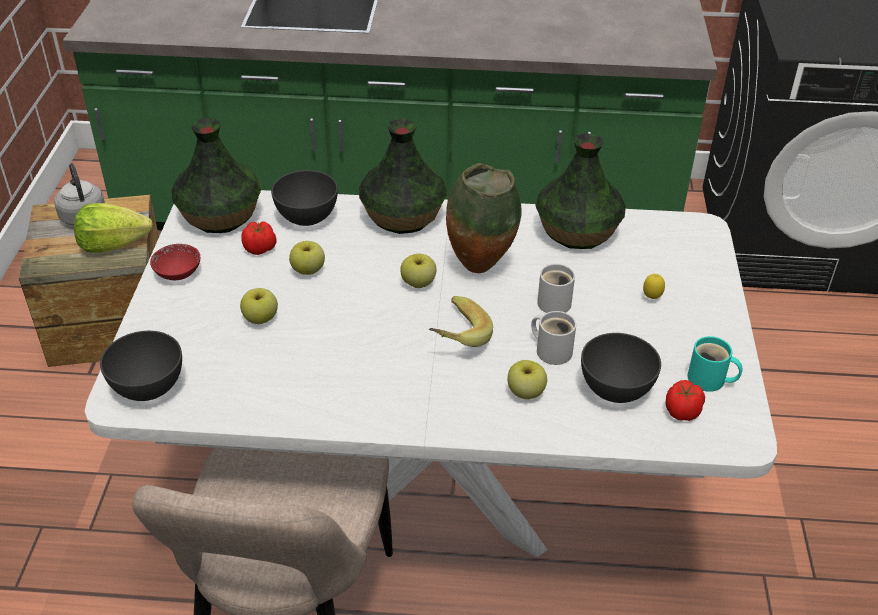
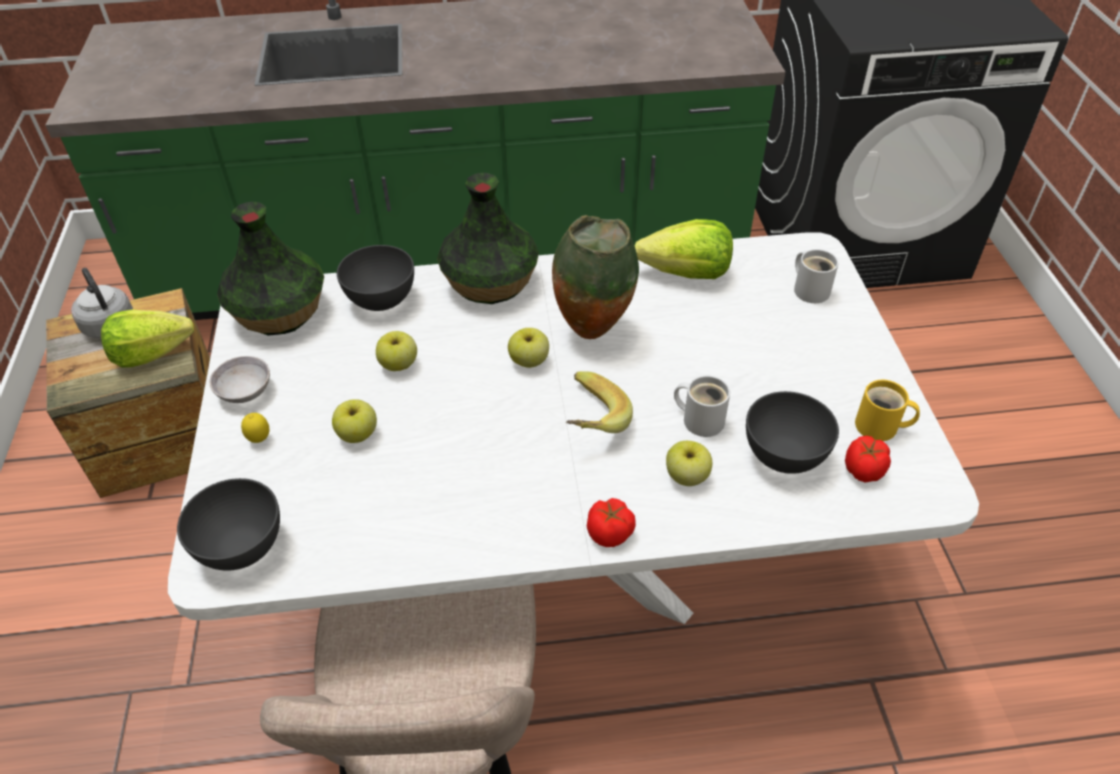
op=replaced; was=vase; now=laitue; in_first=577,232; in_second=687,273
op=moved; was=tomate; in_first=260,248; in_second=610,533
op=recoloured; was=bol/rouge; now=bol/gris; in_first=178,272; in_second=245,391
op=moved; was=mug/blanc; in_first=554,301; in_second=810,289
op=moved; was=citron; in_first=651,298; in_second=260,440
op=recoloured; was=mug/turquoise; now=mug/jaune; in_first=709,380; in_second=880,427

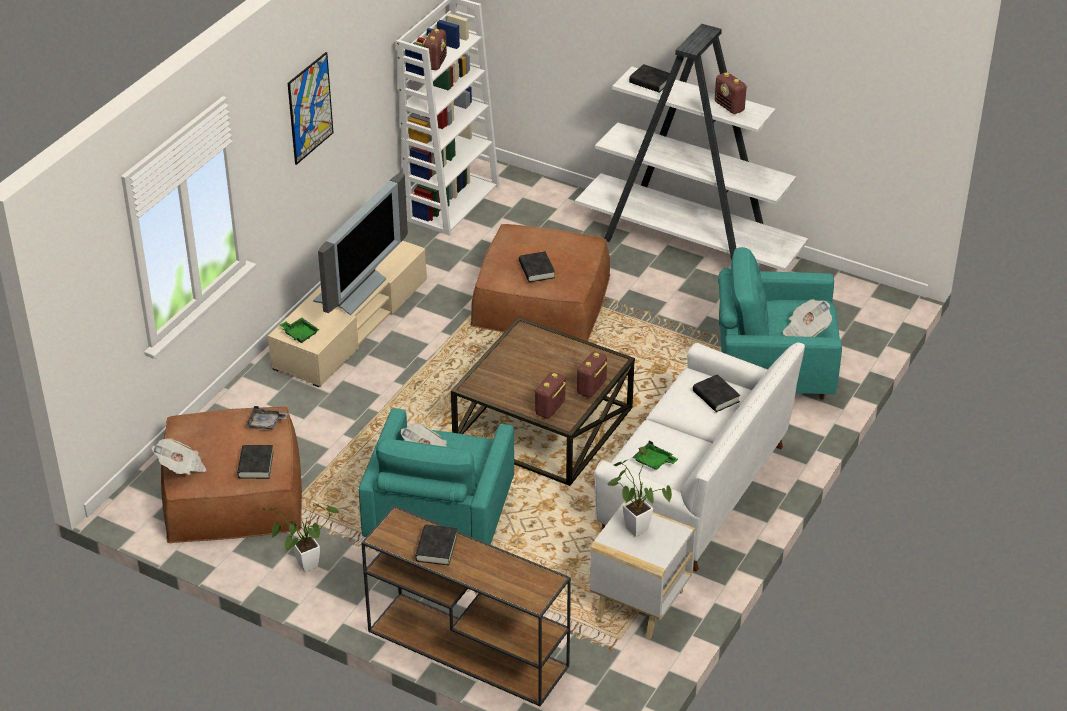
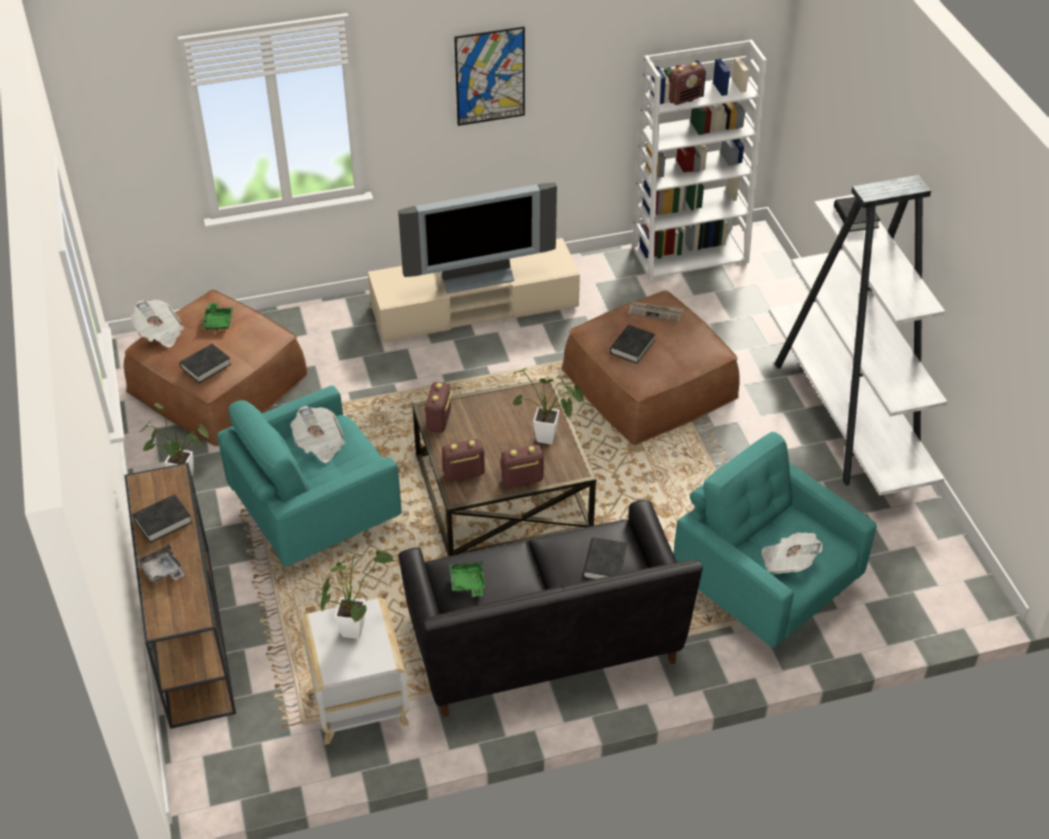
op=moved; was=radio; in_first=729,107; in_second=439,421
op=moved; was=plateau/vert; in_first=300,334; in_second=218,321
op=recoloured; was=canapé/blanc; now=canapé/noir; in_first=695,490; in_second=544,643
op=moved; was=plateau/gris; in_first=266,423; in_second=163,570
op=added; now=journal; in_second=655,313
op=added; now=plante en pot; in_second=551,439

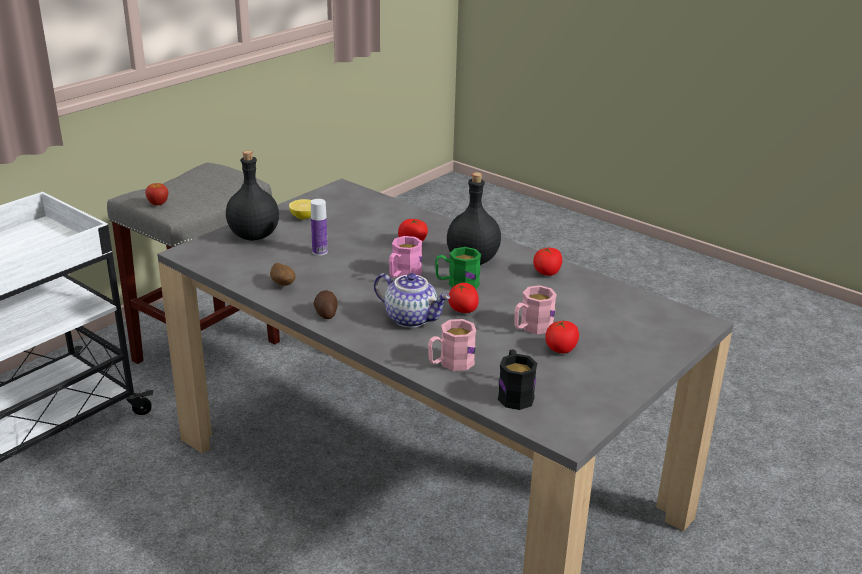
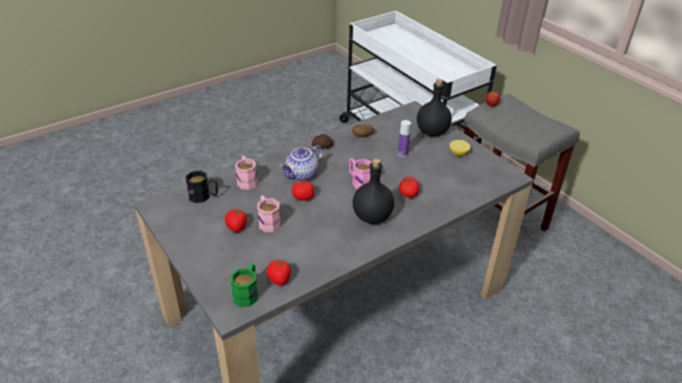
op=moved; was=mug/vert; in_first=457,284; in_second=247,293
op=moved; was=tomate; in_first=547,273; in_second=279,279

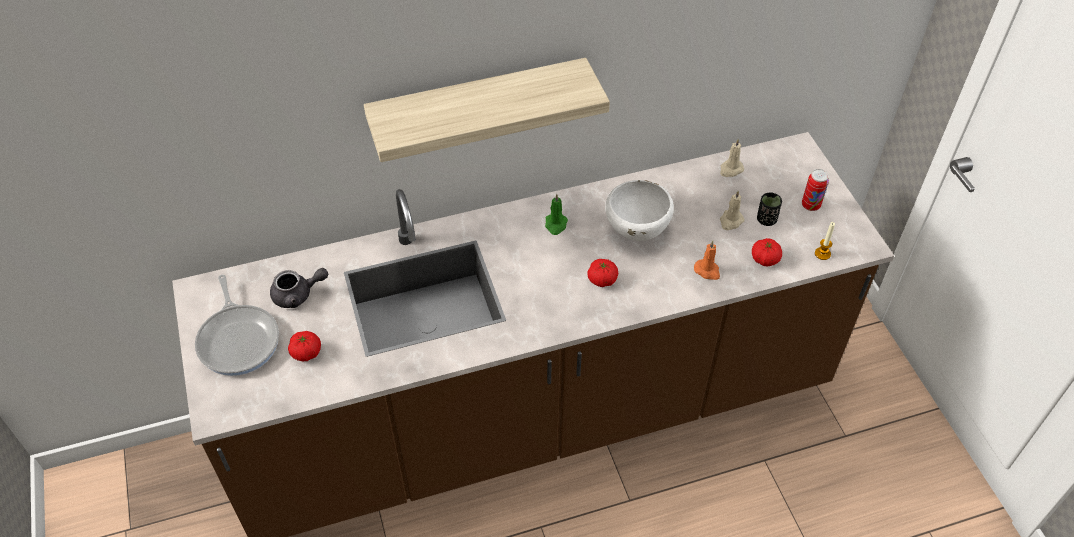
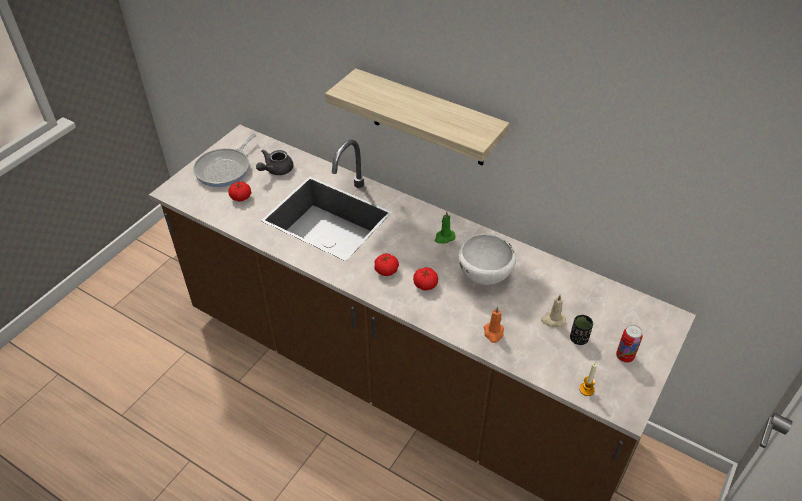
op=removed; was=bougie/beige; in_first=730,169
op=moved; was=tomate; in_first=765,259; in_second=386,270
op=turned; was=théière/gris; in_first=298,295; in_second=276,170; clockwise=90

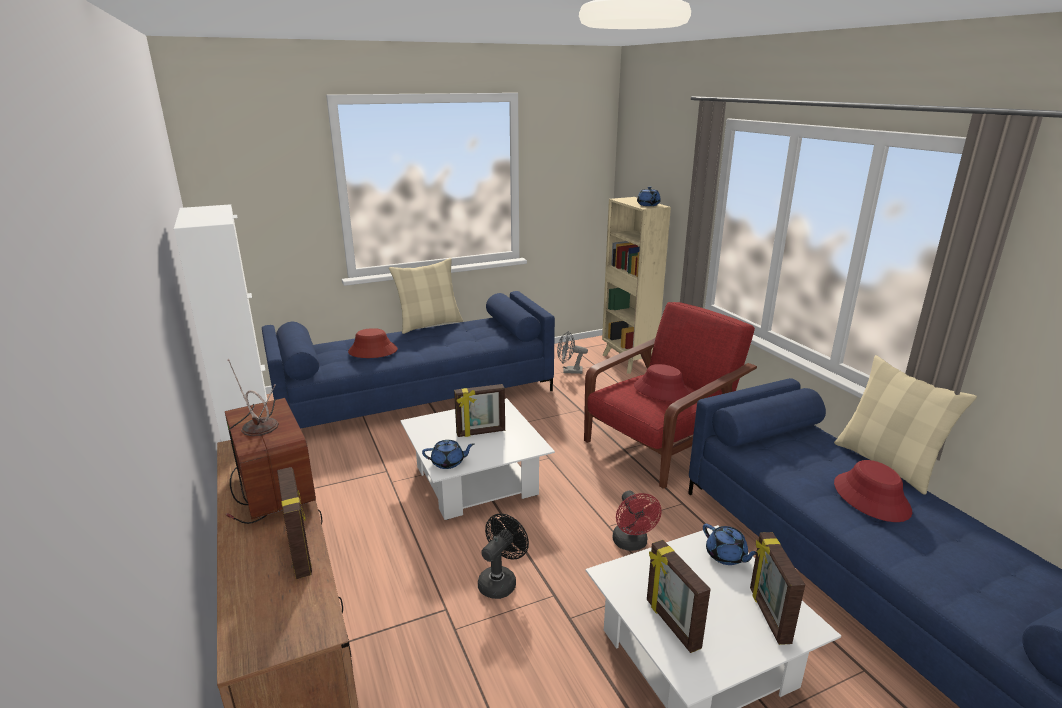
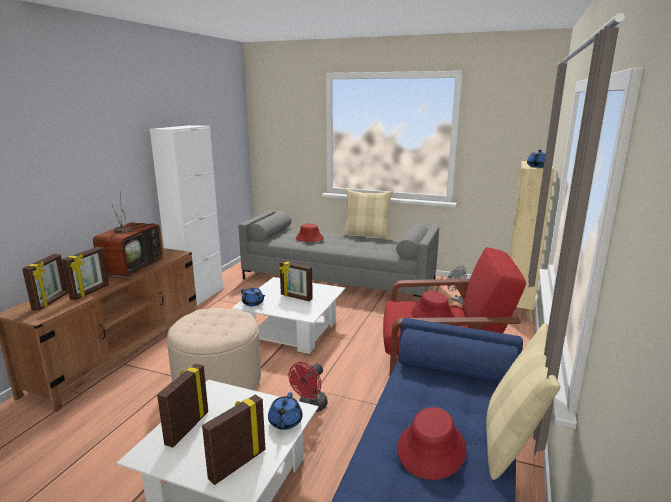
op=recoloured; was=canapé/bleu; now=canapé/gris; in_first=418,397; in_second=339,280
op=replaced; was=ventilateur/noir; now=pouf/beige; in_first=500,581; in_second=218,381
op=added; now=cadre photo; in_second=51,302

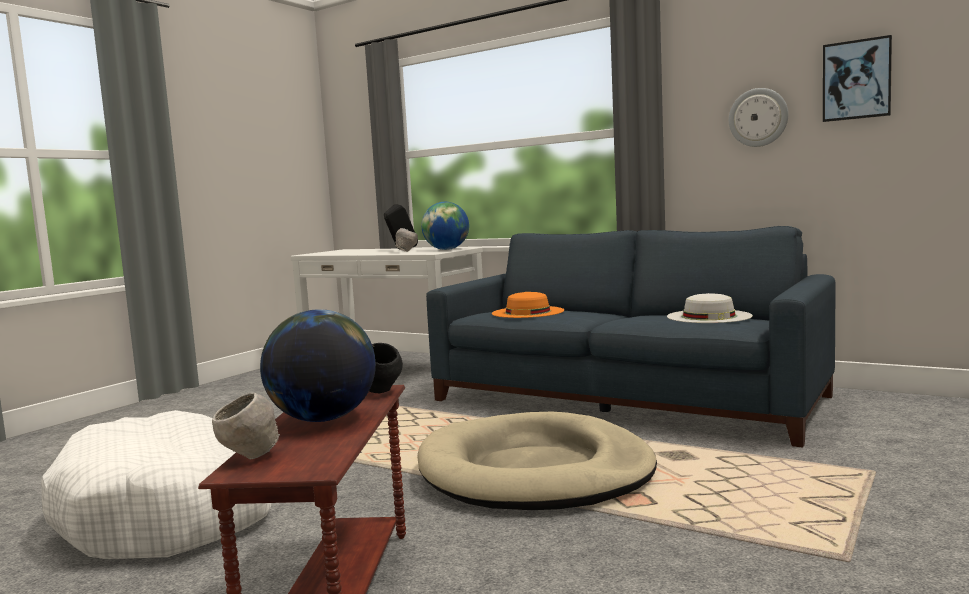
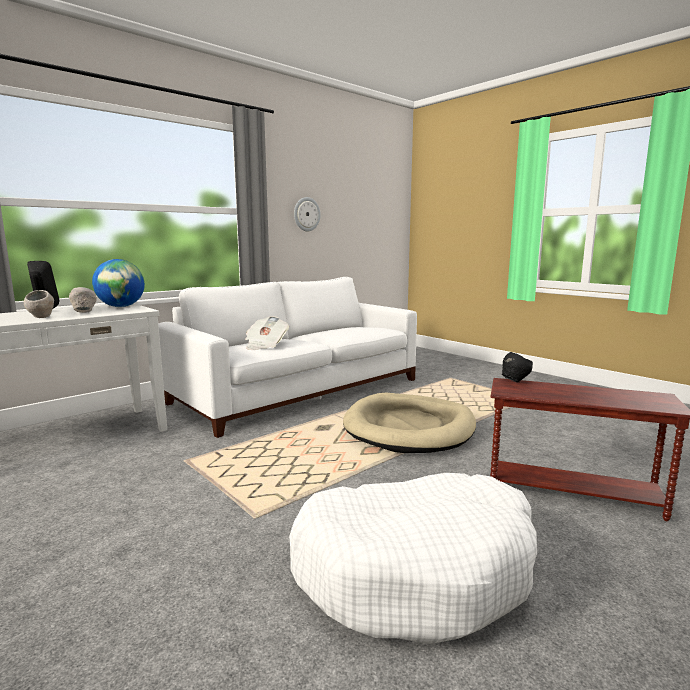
op=removed; was=tableau; in_first=856,80
op=recoloured; was=canapé/bleu; now=canapé/blanc; in_first=624,399; in_second=300,391
op=replaced; was=chapeau/orange; now=journal; in_first=527,312; in_second=265,345
op=removed; was=chapeau/blanc; in_first=709,316
op=removed; was=globe; in_first=323,419
op=moved; was=bol/gris; in_first=250,457; in_second=41,318

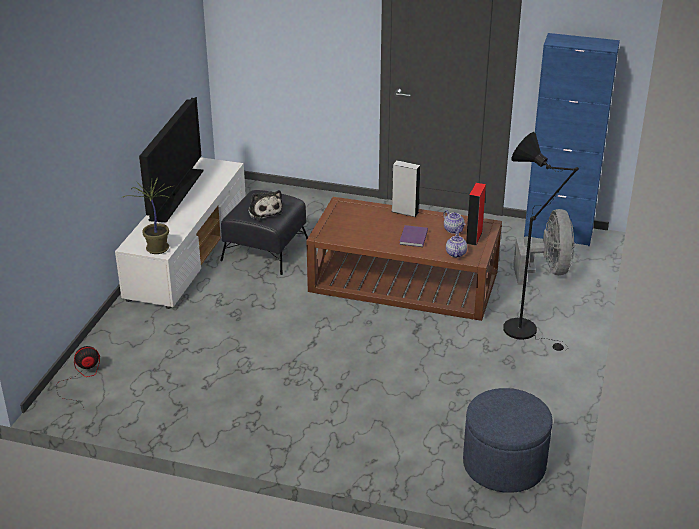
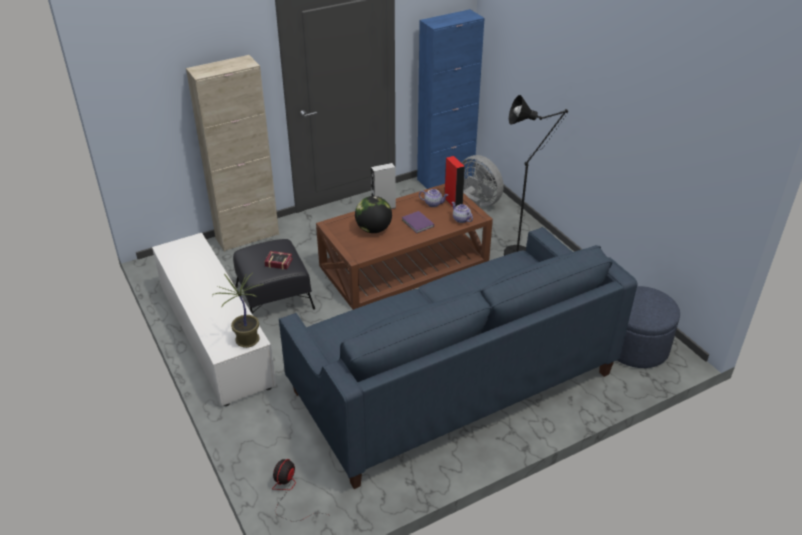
op=removed; was=téléviseur; in_first=176,195
op=replaced; was=peluche; now=livre; in_first=264,211; in_second=278,262
op=added; now=meuble de rangement/beige; in_second=247,236
op=added; now=globe; in_second=373,229
op=added; now=canapé/bleu; in_second=452,382

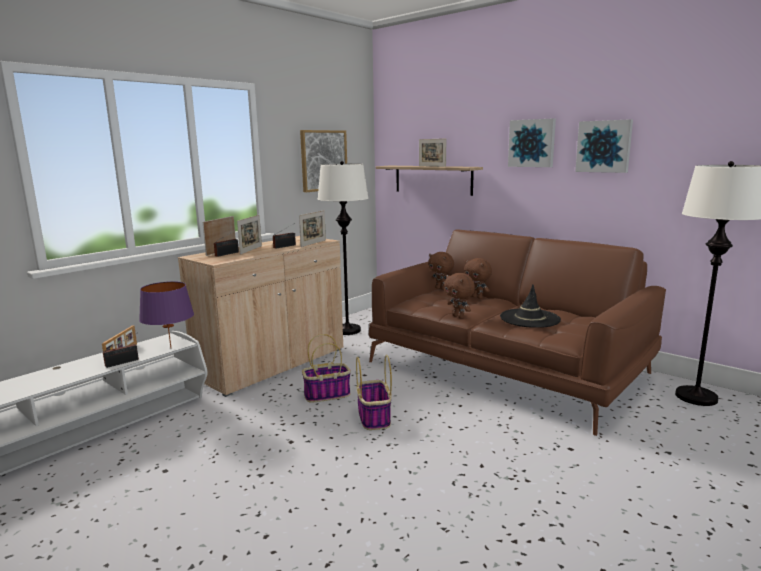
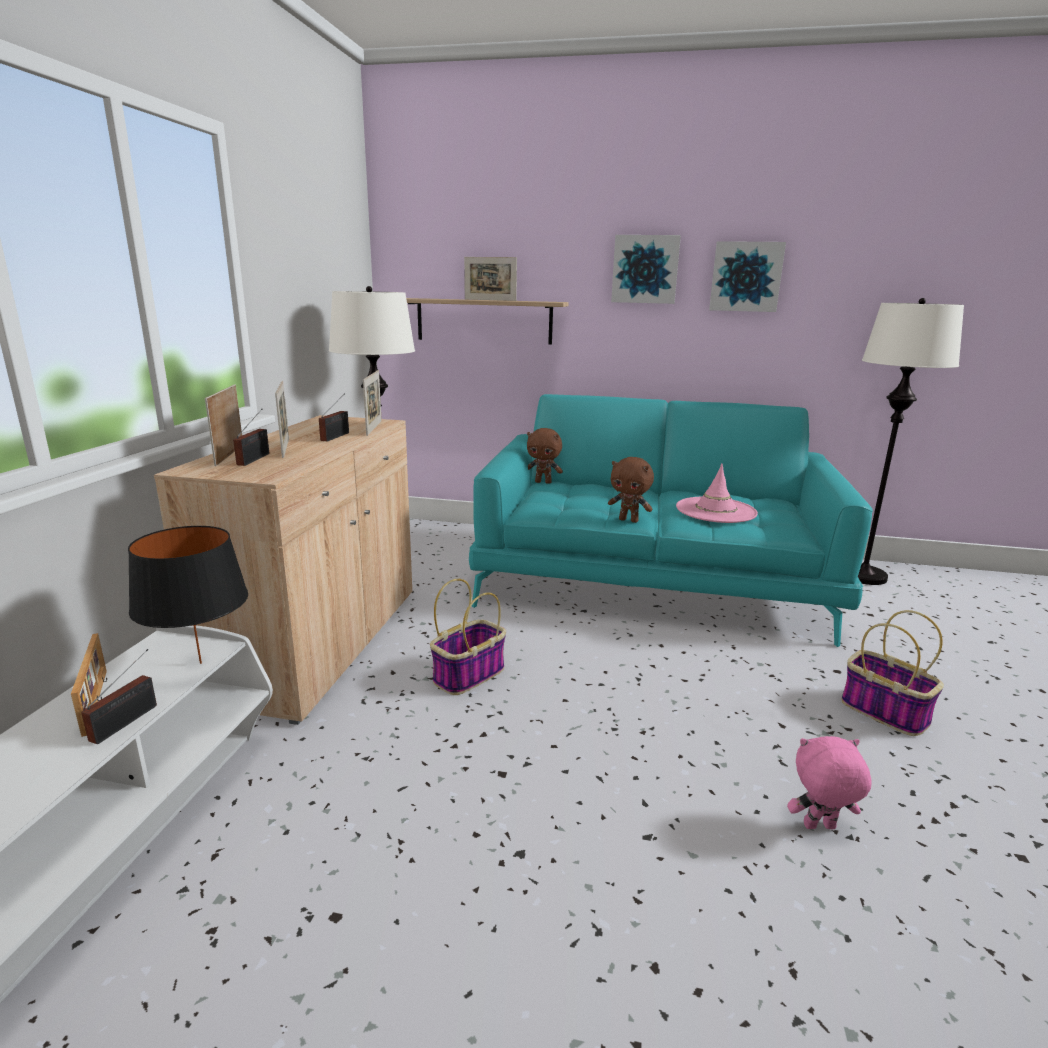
op=removed; was=tableau; in_first=323,160
op=recoloured; was=canapé/marron; now=canapé/turquoise; in_first=507,368; in_second=653,579
op=removed; was=peluche/marron; in_first=477,297
op=recoloured; was=lampe de table/violet; now=lampe de table/noir; in_first=170,348; in_second=200,663
op=recoloured; was=chapeau/noir; now=chapeau/rose; in_first=529,318; in_second=715,510
op=moved; was=panier; in_first=373,417; in_second=882,711
op=added; now=peluche/rose; in_second=819,828

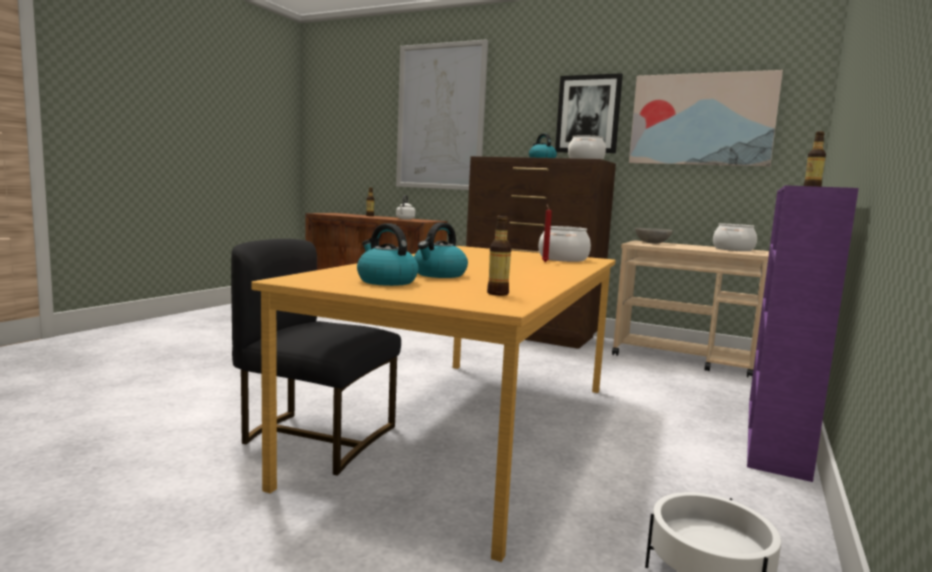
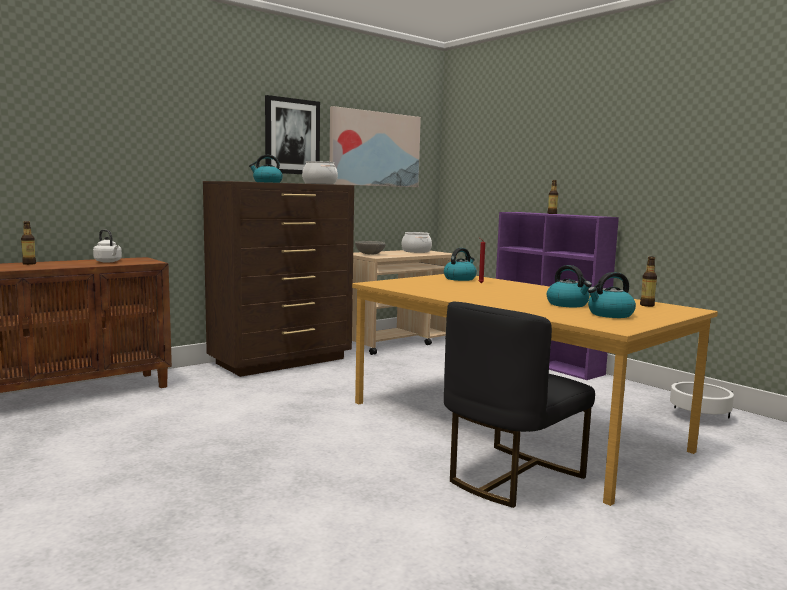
op=removed; was=tableau; in_first=440,117
op=replaced; was=marmite; now=bouilloire; in_first=563,259; in_second=460,278

